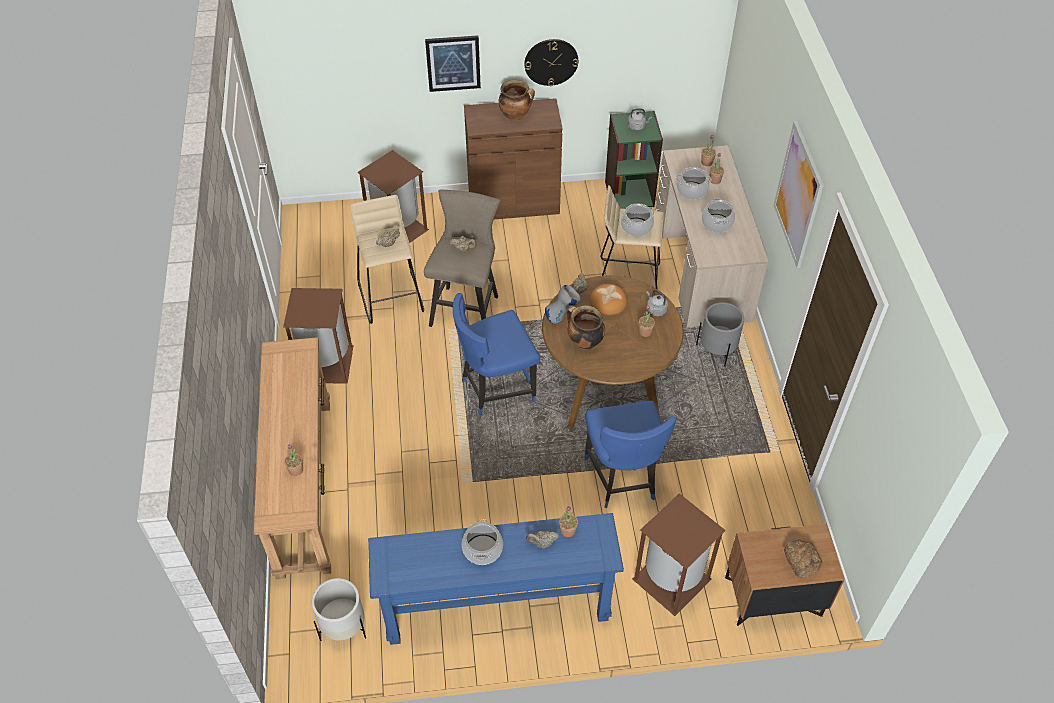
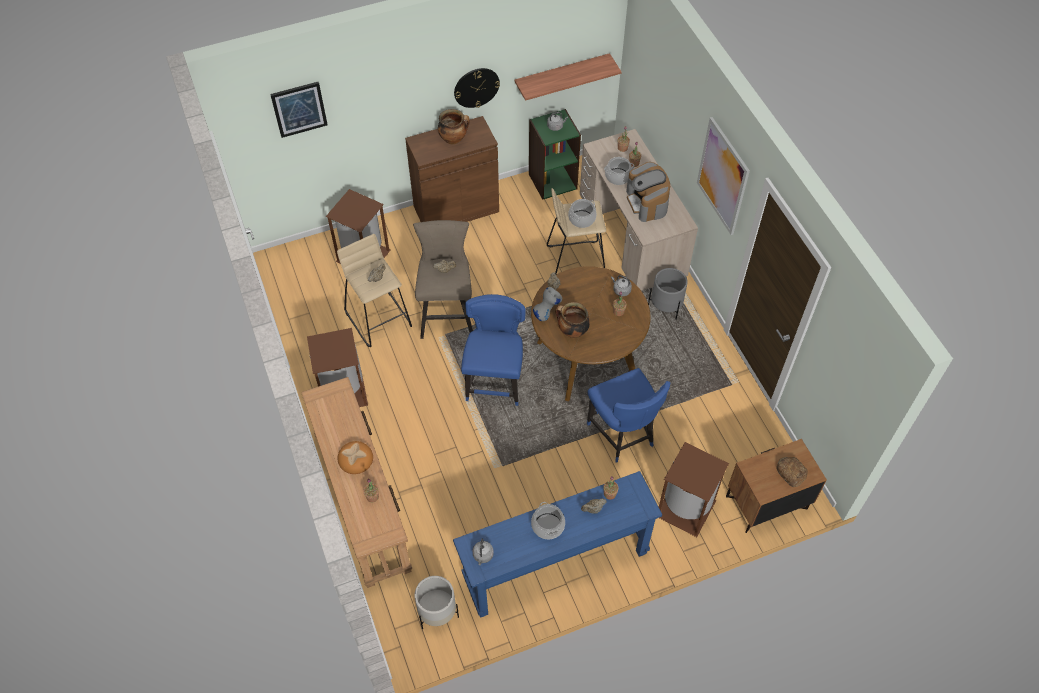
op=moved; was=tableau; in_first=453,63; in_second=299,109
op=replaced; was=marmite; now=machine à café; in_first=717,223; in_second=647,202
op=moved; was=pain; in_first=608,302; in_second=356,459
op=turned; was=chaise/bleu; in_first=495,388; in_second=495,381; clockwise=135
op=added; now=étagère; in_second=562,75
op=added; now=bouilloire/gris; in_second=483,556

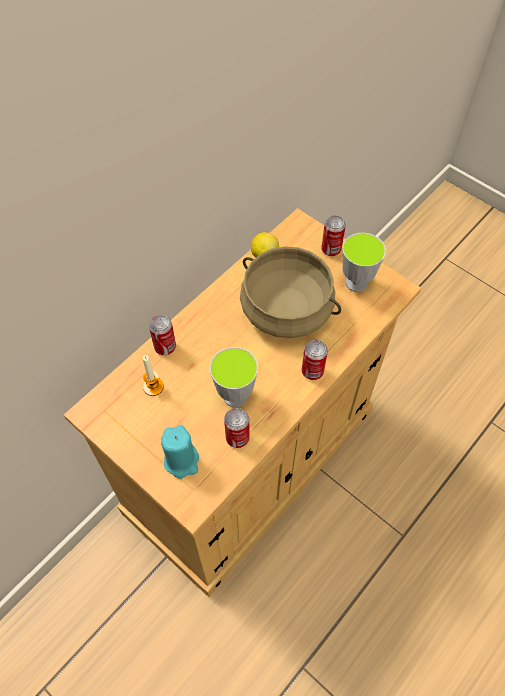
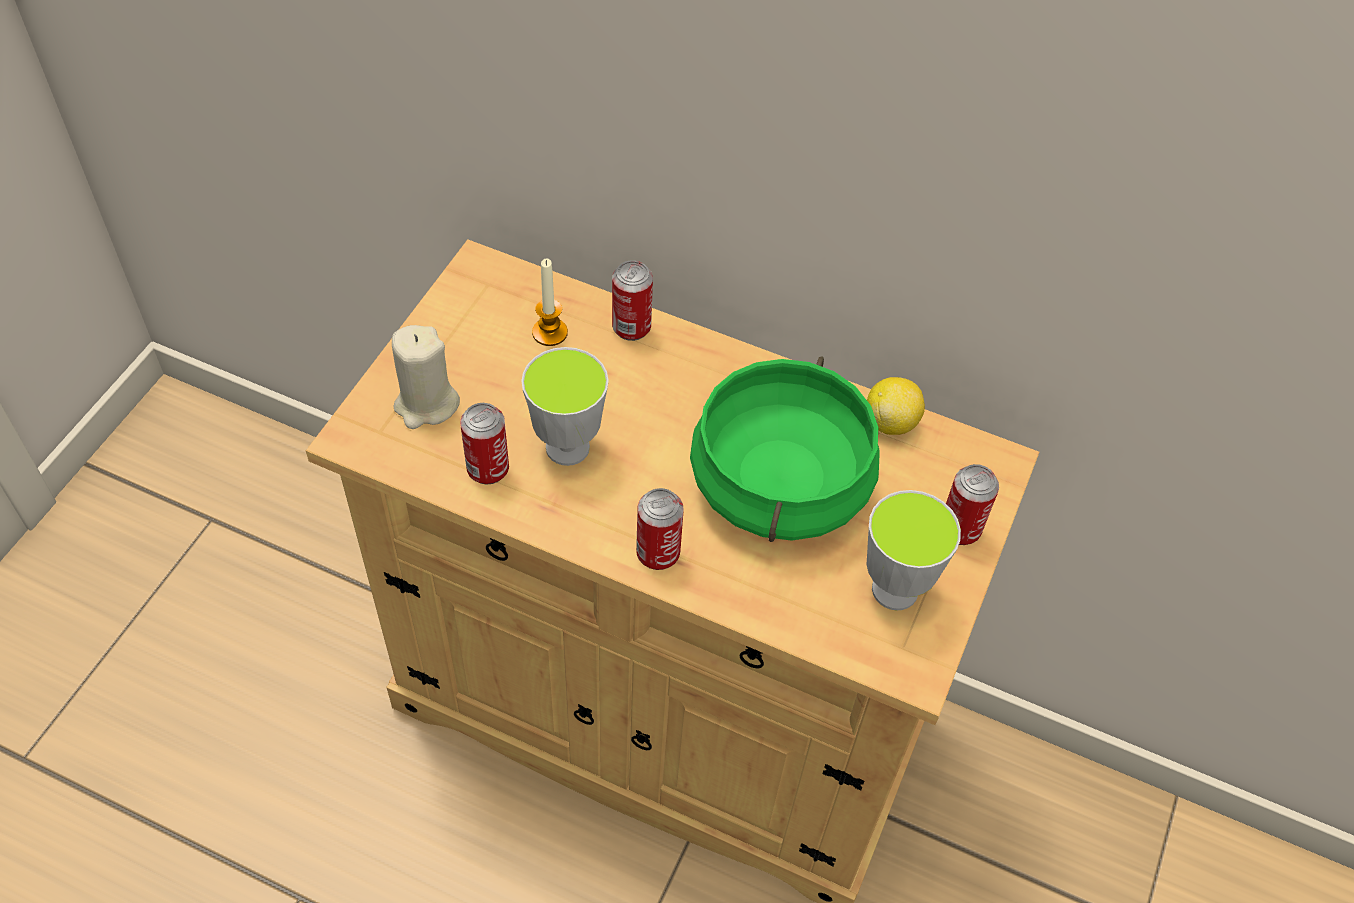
op=recoloured; was=marmite/beige; now=marmite/vert; in_first=287,309; in_second=781,485
op=recoloured; was=bougie/turquoise; now=bougie/beige; in_first=182,461; in_second=426,404

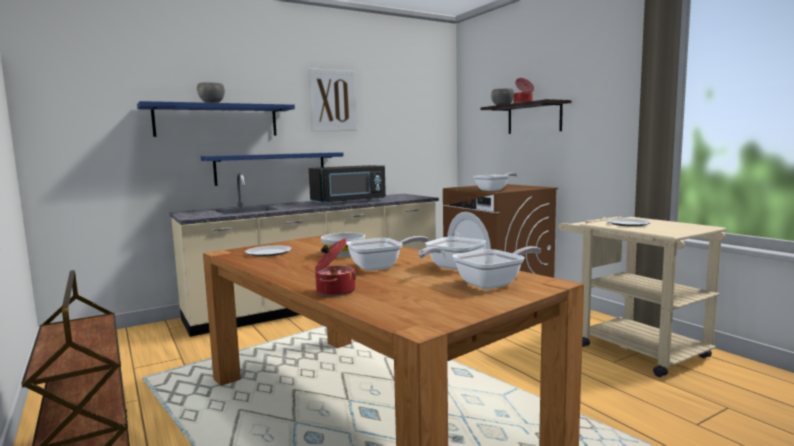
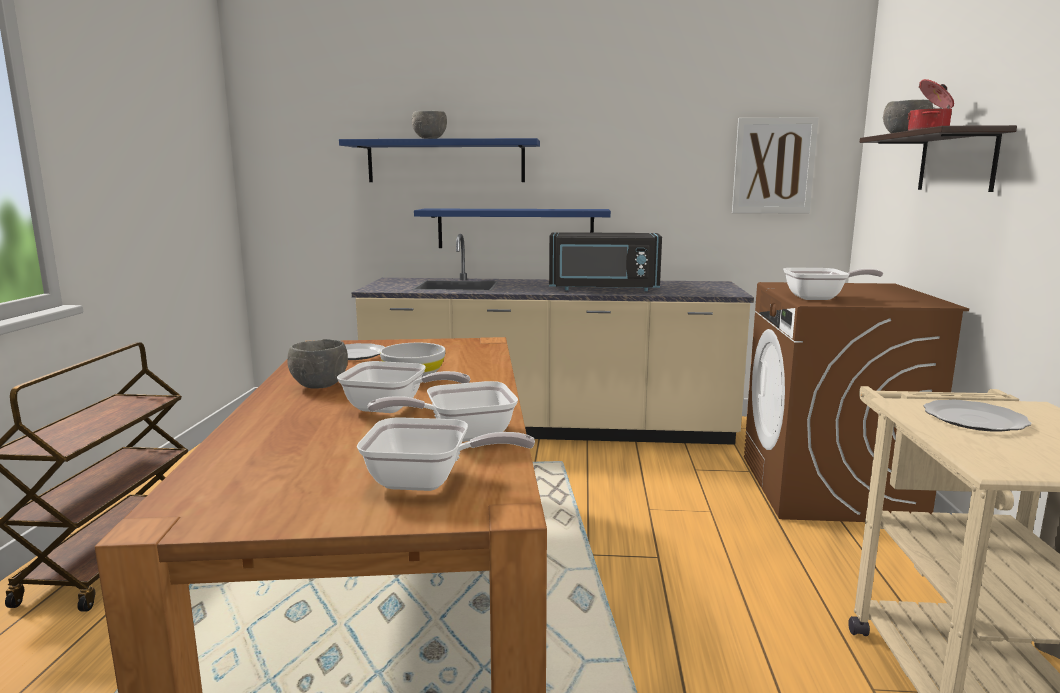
op=moved; was=tableau; in_first=333,100; in_second=773,166
op=removed; was=marmite; in_first=334,291
op=added; now=bol/gris; in_second=319,386

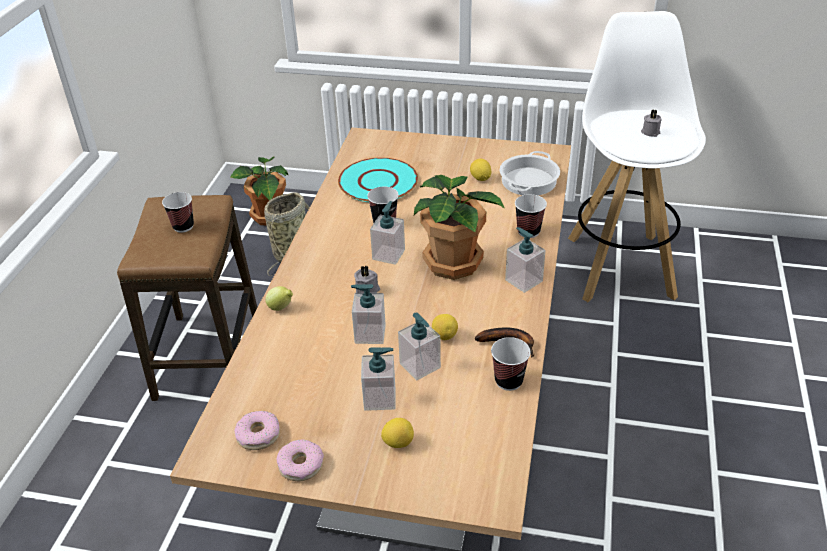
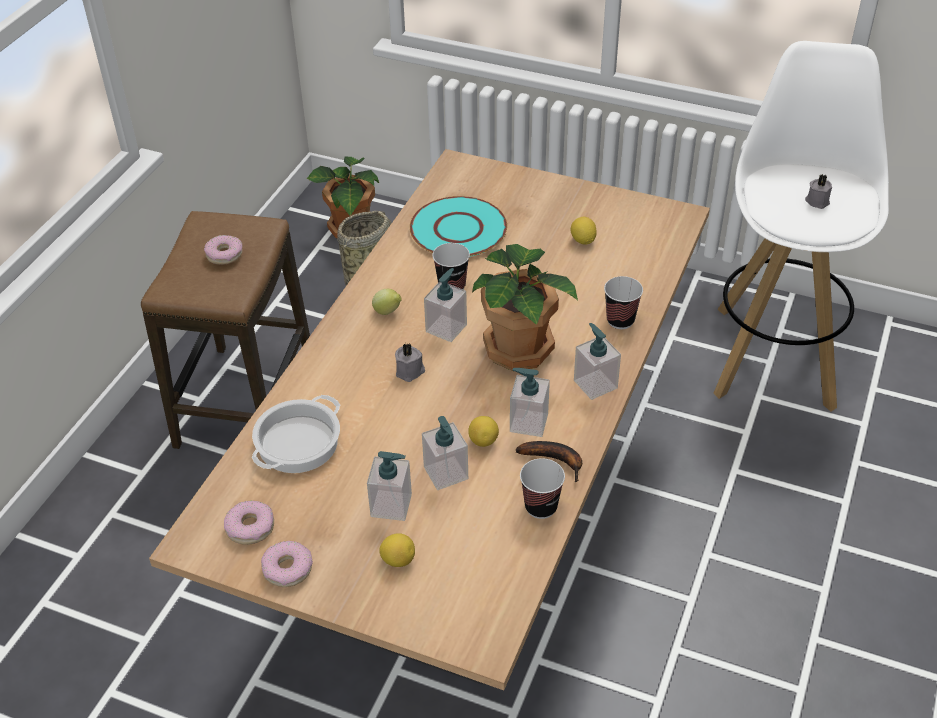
op=moved; was=marmite; in_first=529,181; in_second=298,444
op=replaced; was=tasse; now=beignet; in_first=183,226; in_second=224,254
op=moved; was=distributeur de savon; in_first=370,334; in_second=528,422
op=moved; was=citron; in_first=281,308; in_second=388,312

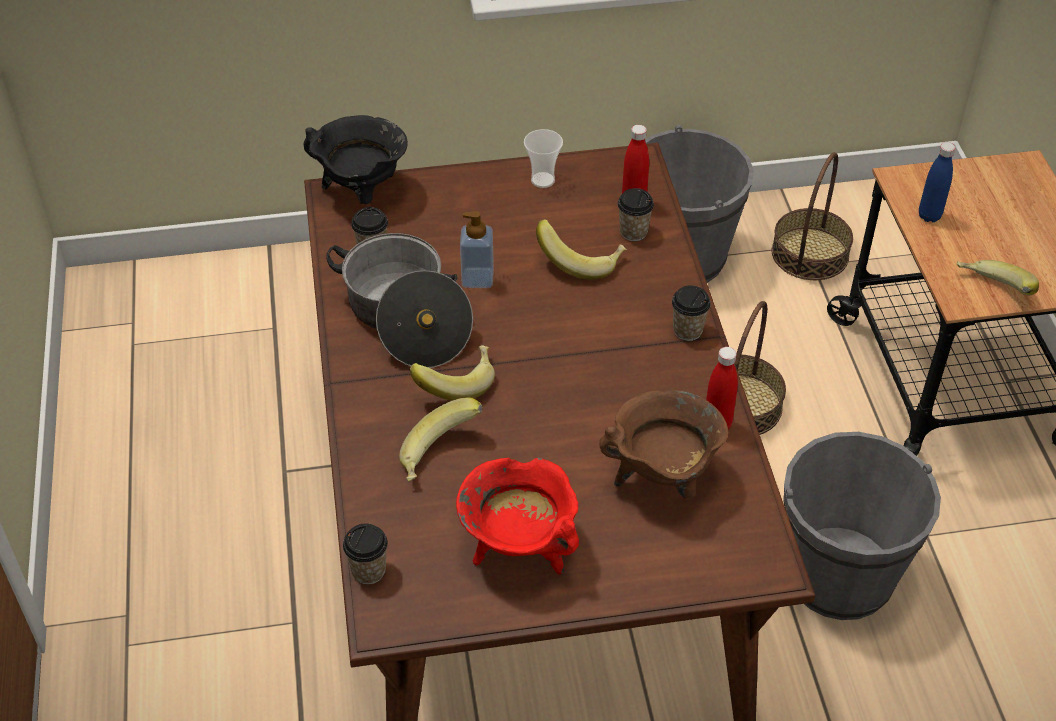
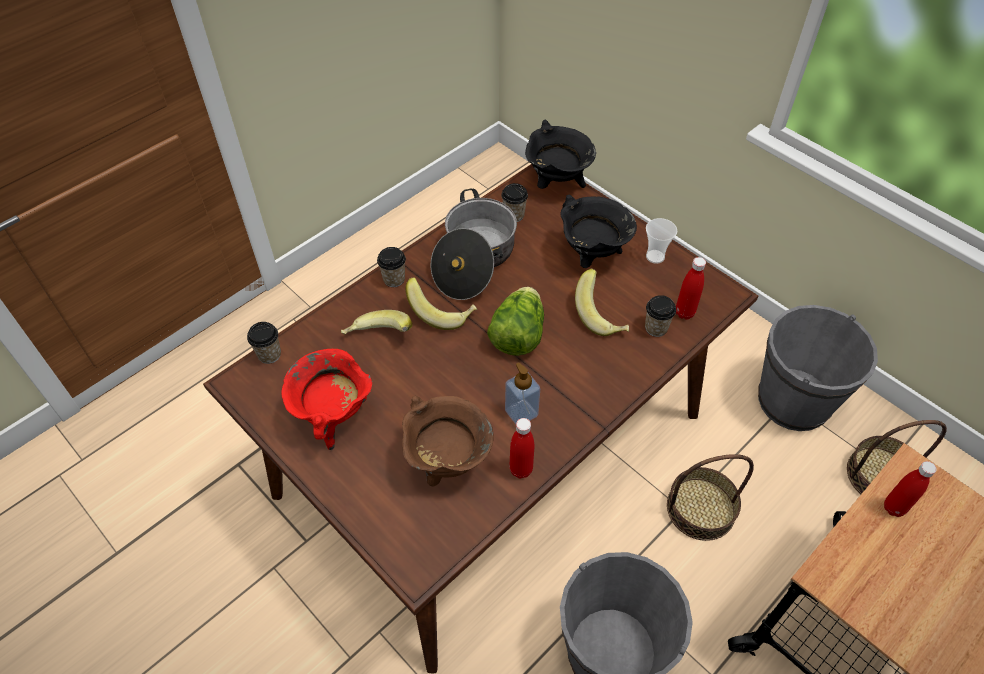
op=recoloured; was=bouteille/bleu; now=bouteille/rouge; in_first=929,216; in_second=894,508
op=moved; was=distributeur de savon; in_first=477,278; in_second=521,412
op=removed; was=banane; in_first=991,292
op=moved; was=tasse; in_first=687,330; in_second=394,279
op=added; now=marmite/noir; in_second=592,256
op=added; now=laitue; in_second=517,335

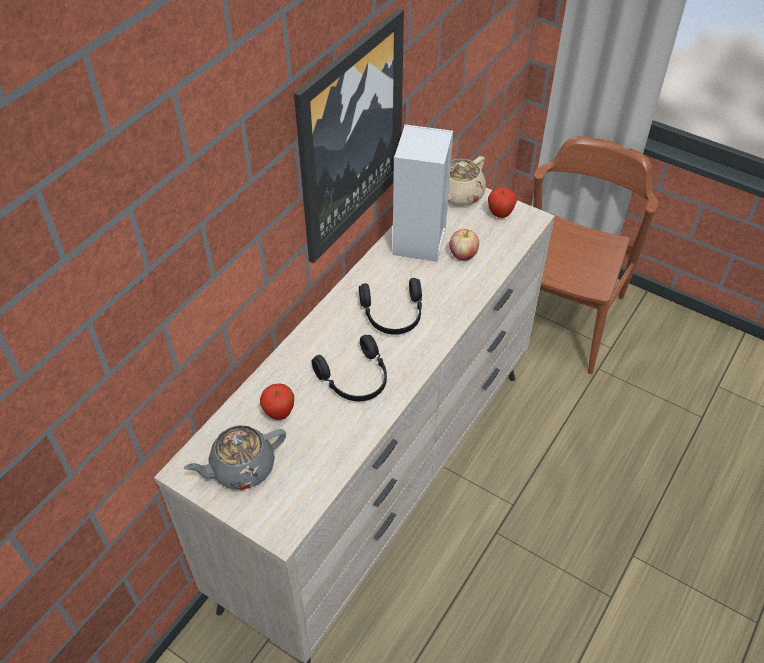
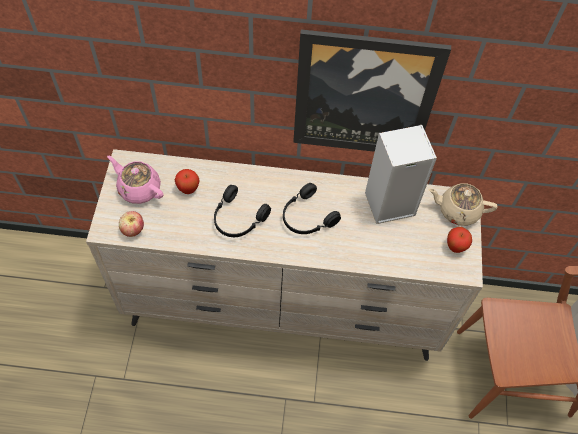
op=moved; was=pomme; in_first=463,255; in_second=133,230
op=recoloured; was=théière/gris; now=théière/rose; in_first=241,468; in_second=139,188

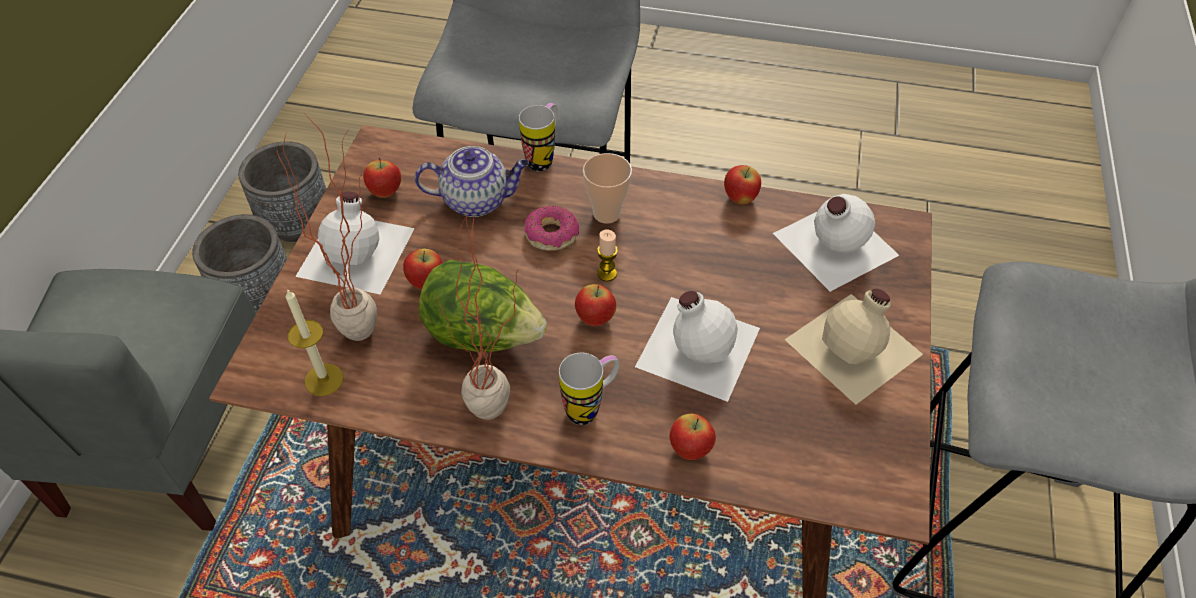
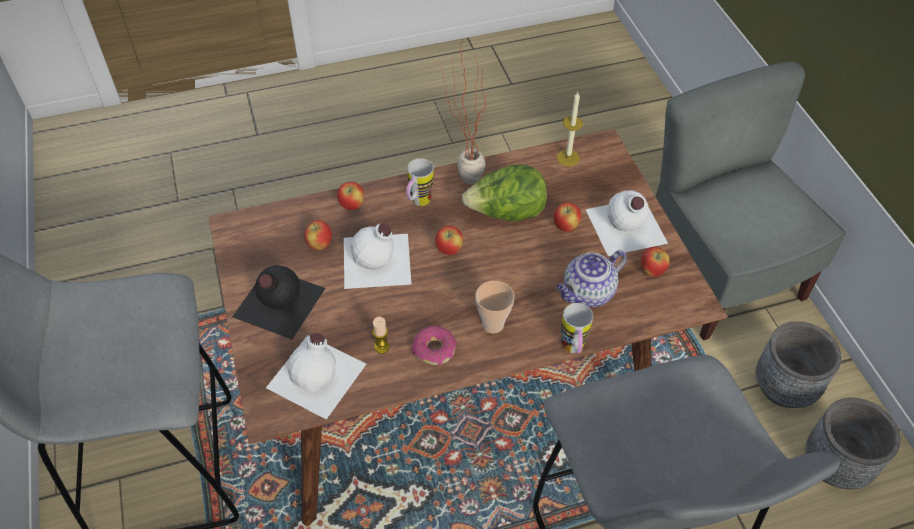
op=removed; was=plante en pot; in_first=374,327
op=moved; was=pomme; in_first=740,198; in_second=320,245
op=moved; was=beignet; in_first=551,234; in_second=434,350
op=moved; was=bougie; in_first=607,274; in_second=381,347
op=recoloured; was=bouteille/beige; now=bouteille/noir; in_first=856,347; in_second=277,303

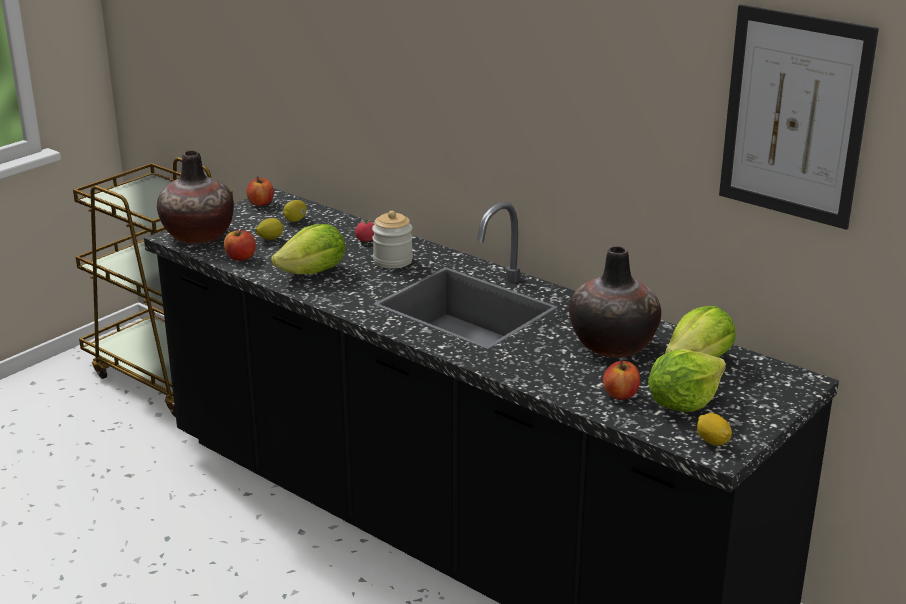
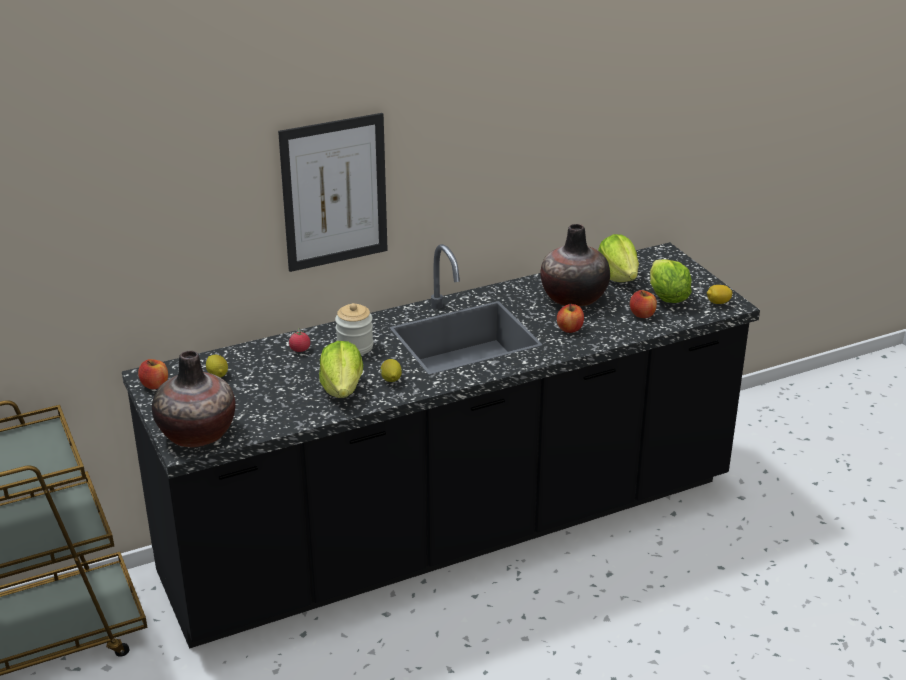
op=moved; was=tableau; in_first=794,116; in_second=334,192
op=moved; was=citron; in_first=270,239; in_second=391,380
op=moved; was=pomme; in_first=240,257; in_second=570,329

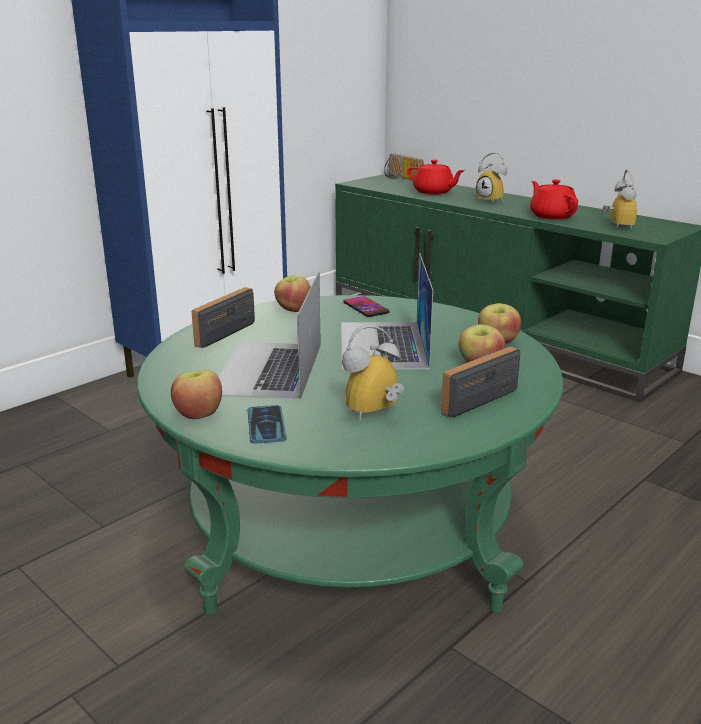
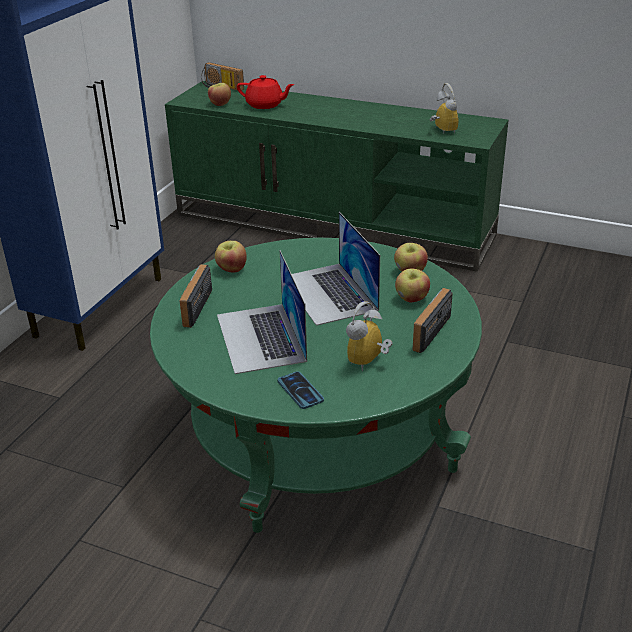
op=removed; was=réveil; in_first=492,201
op=removed; was=théière/rouge; in_first=551,216
op=removed; was=téléphone; in_first=366,308
op=moved; was=pomme; in_first=198,414; in_second=220,104

